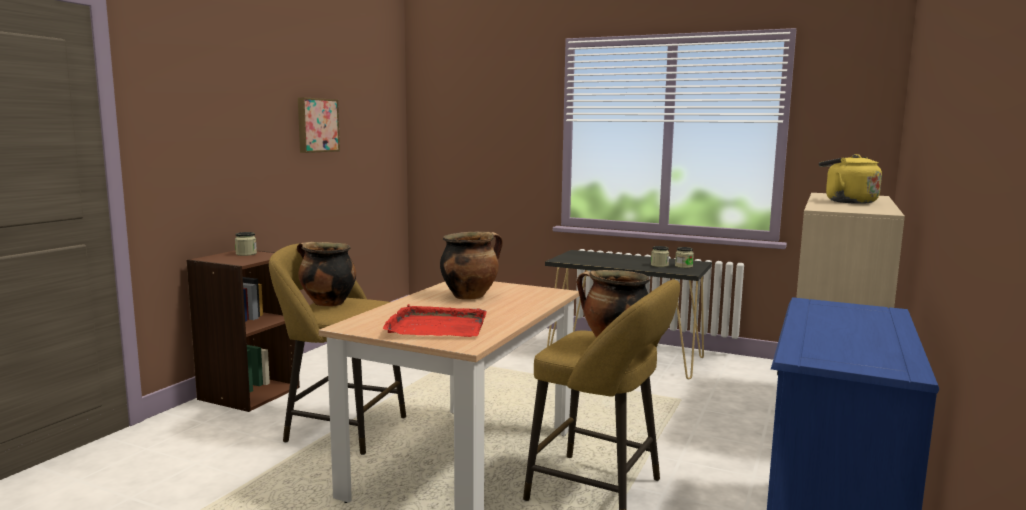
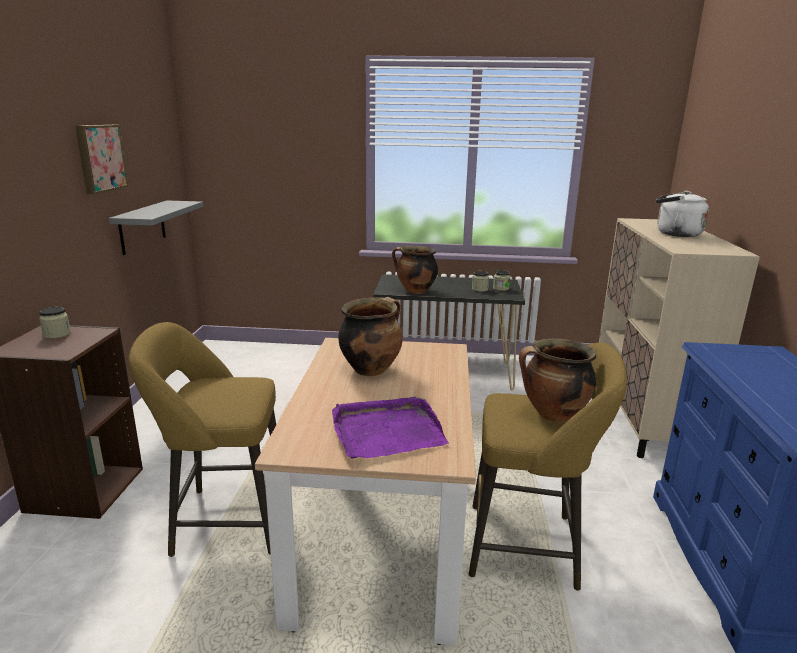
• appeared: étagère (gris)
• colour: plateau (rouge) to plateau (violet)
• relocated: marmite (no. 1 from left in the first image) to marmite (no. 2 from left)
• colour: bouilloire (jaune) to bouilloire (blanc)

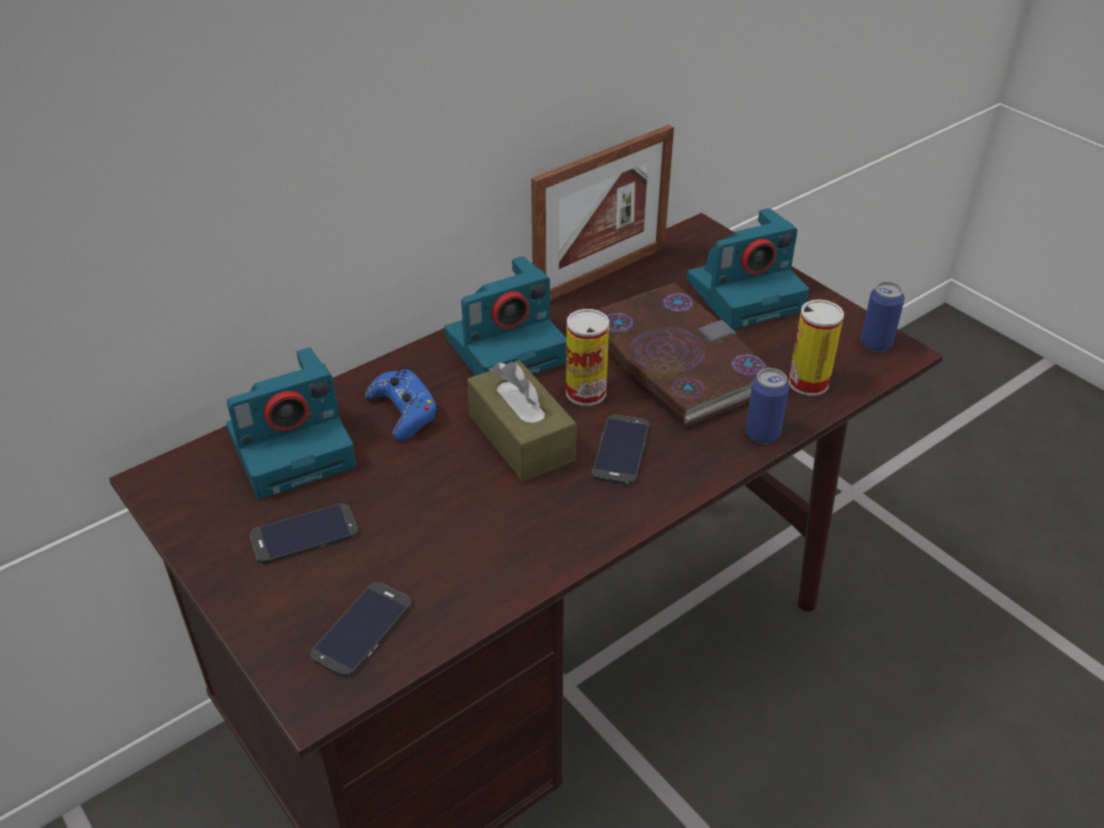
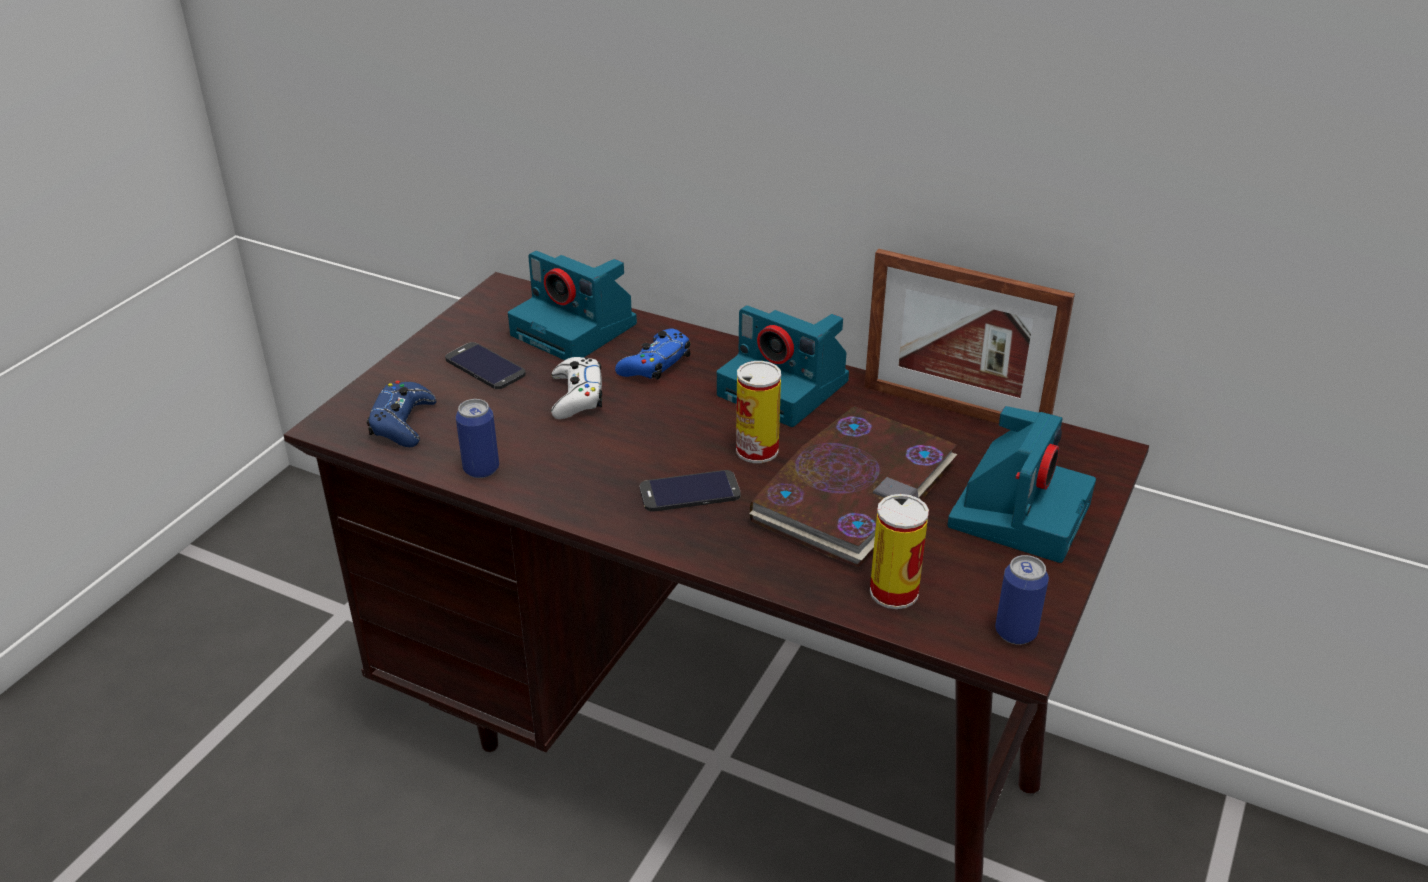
• exchanged: téléphone (no. 2 from left) to manette (bleu) (no. 1 from left)
• relocated: boîte métallique (no. 2 from left in the first image) to boîte métallique (no. 1 from left)
• appeared: manette (blanc)
• spun: appareil photo (no. 3 from left) 105 degrees counterclockwise
• missing: boîte à mouchoirs (marron)

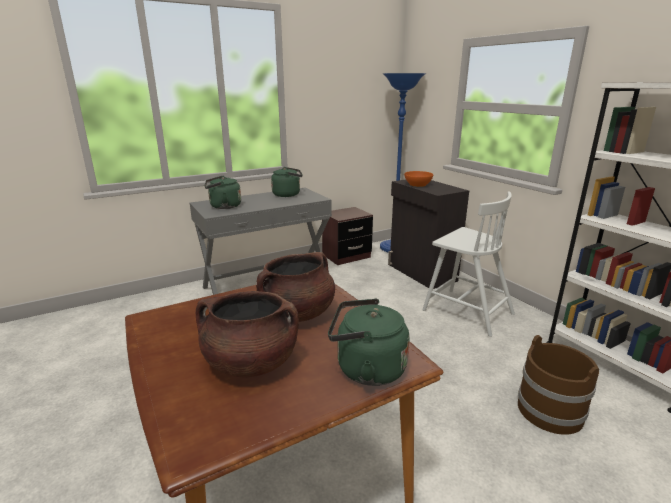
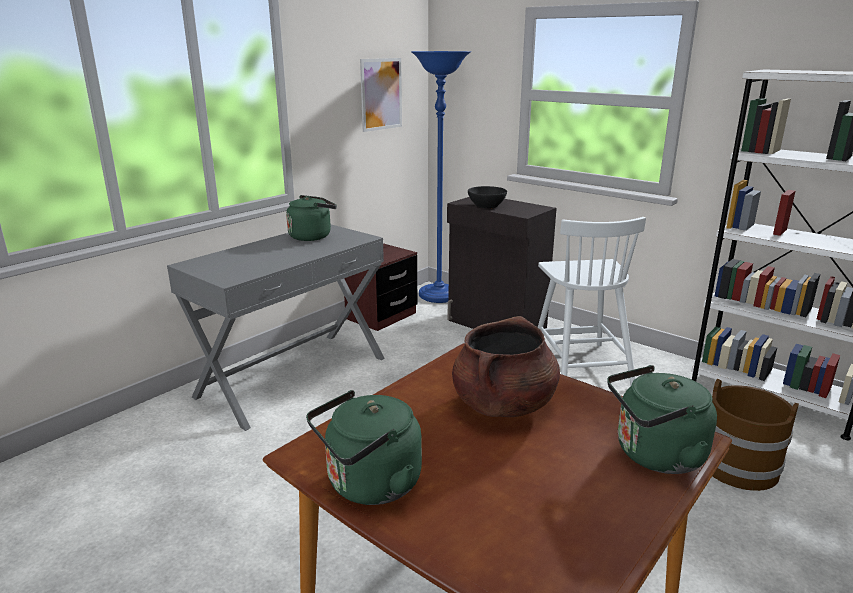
• relocated: bouilloire (vert) (no. 1 from left in the first image) to bouilloire (vert) (no. 2 from left)
• appeared: tableau
• colour: bol (orange) to bol (noir)
• spun: chaise (blanc) 60 degrees clockwise
• missing: marmite (marron) (no. 1 from left)

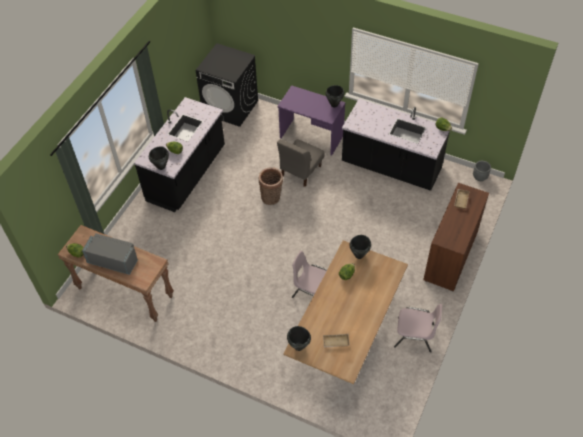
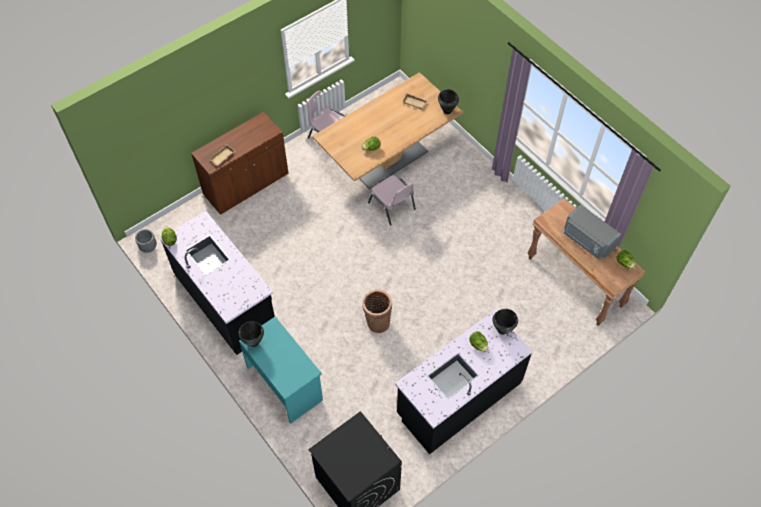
• colour: bureau (violet) to bureau (turquoise)
• missing: chaise (gris)
• missing: marmite (noir) (no. 4 from left)

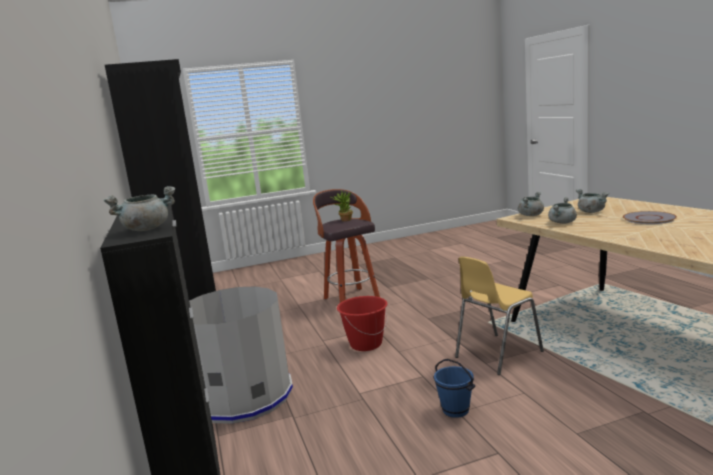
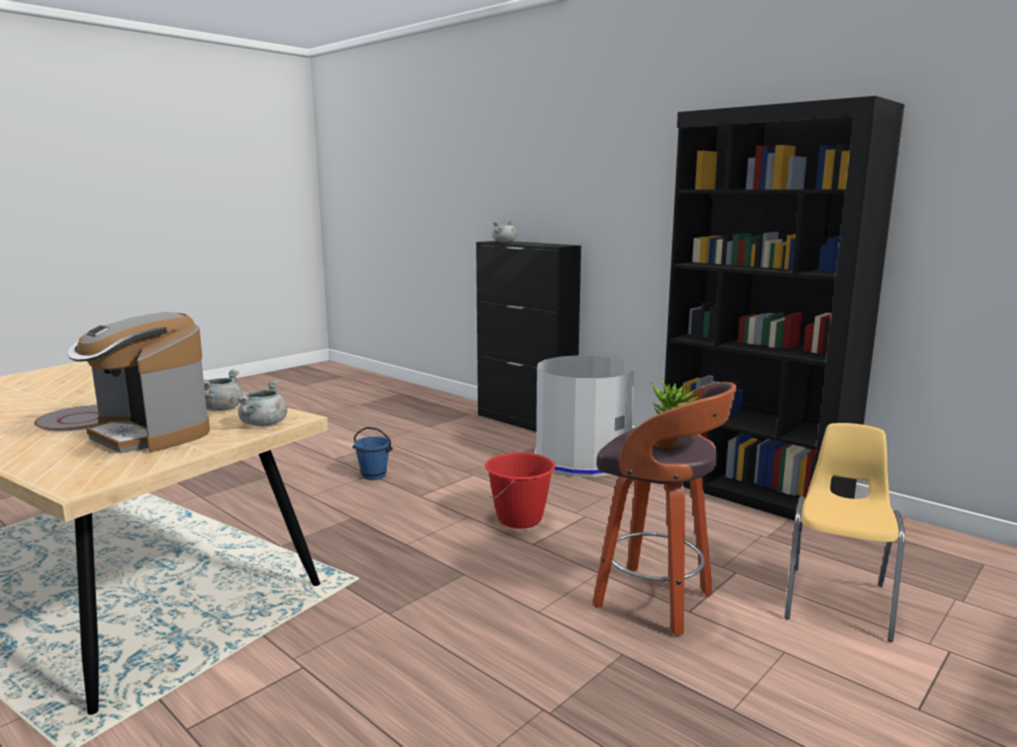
• exchanged: marmite (gris) (no. 4 from left) to machine à café
• relocated: chaise (jaune)

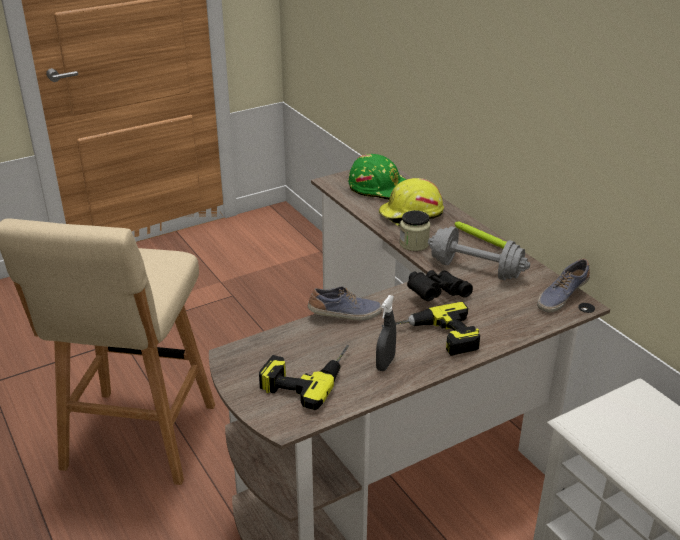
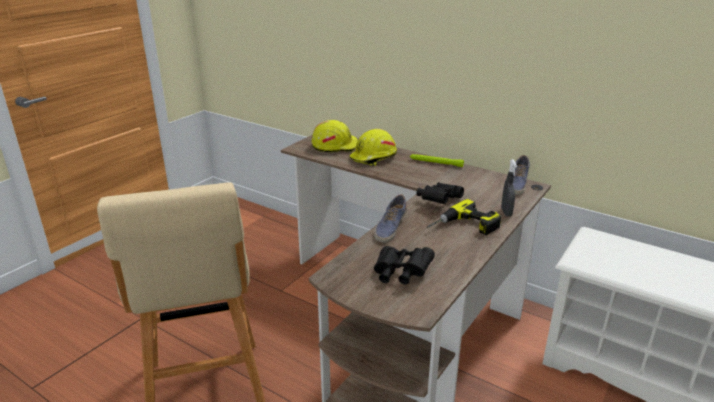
• colour: casque de chantier (vert) to casque de chantier (jaune) (no. 1 from left)
• spun: chaussure (no. 1 from left) 150 degrees clockwise
• exchanged: perceuse (no. 1 from left) to jumelles (noir) (no. 1 from left)
• relocated: vaporisateur (gris)
• missing: bocal
• missing: haltère (gris)

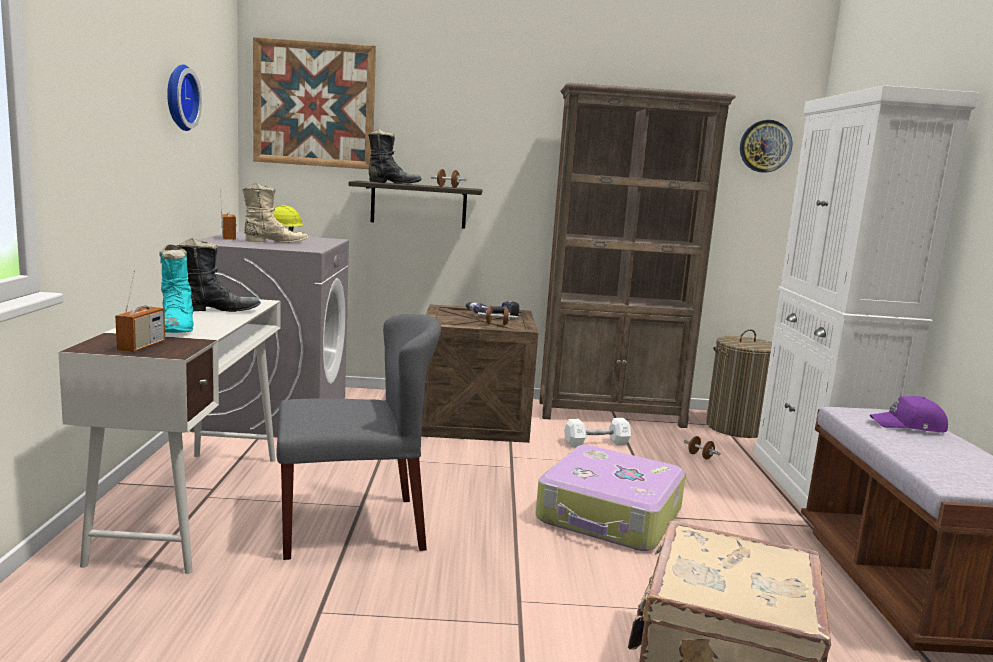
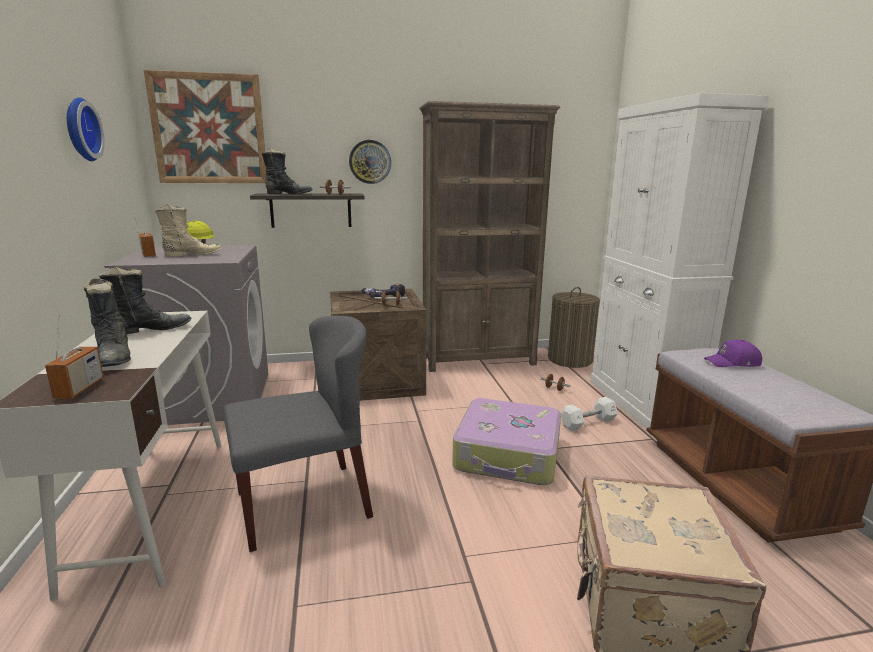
• colour: botte (turquoise) to botte (noir) (no. 1 from left)
• relocated: horloge murale (no. 2 from left)
• relocated: haltère (blanc)

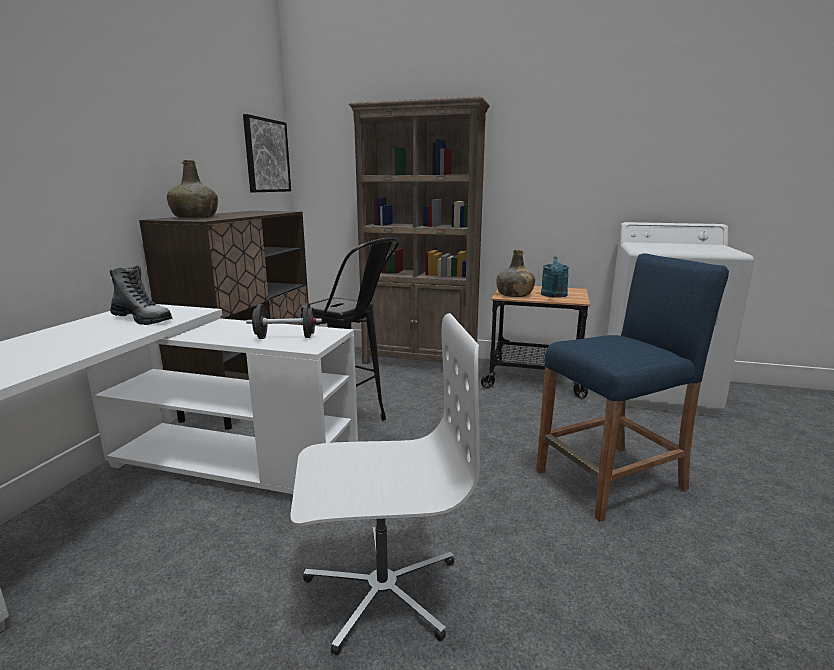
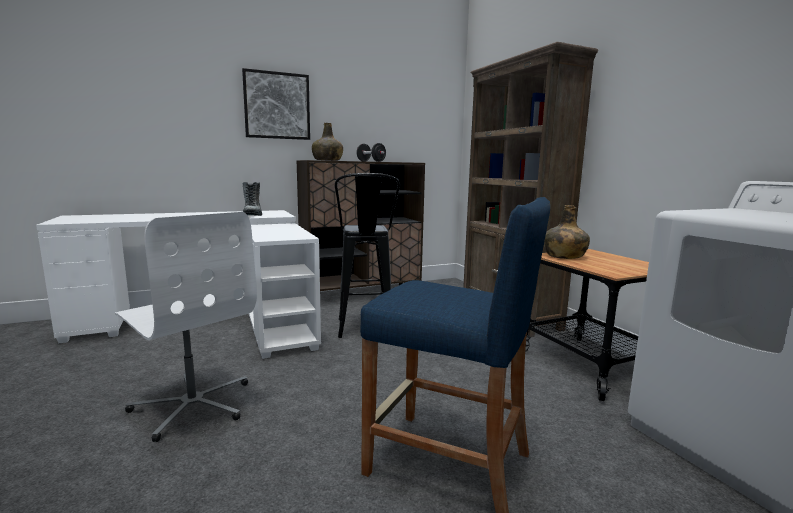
• relocated: tableau
• relocated: haltère (noir)
• missing: arrosoir (turquoise)

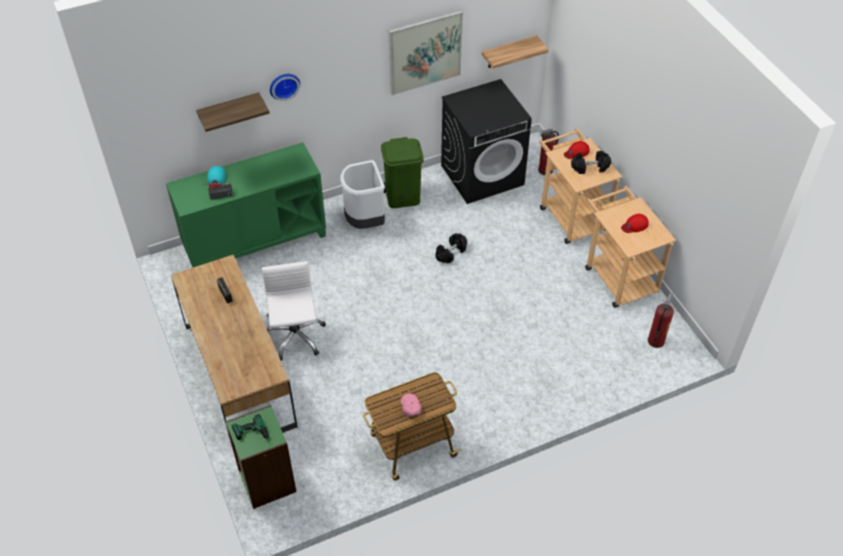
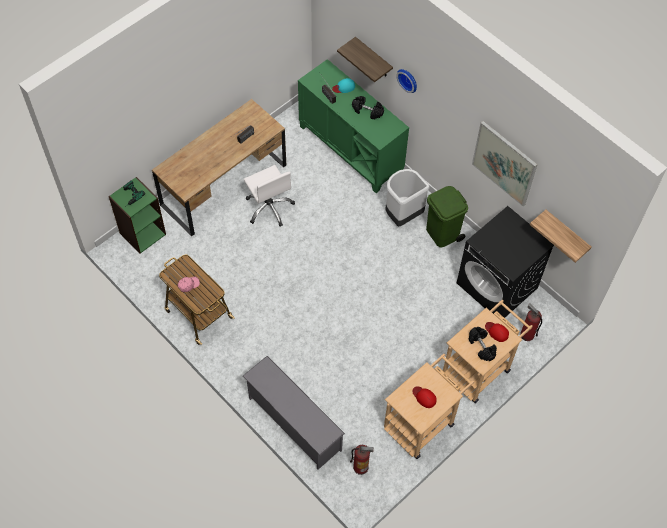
• appeared: étagère à chaussures (gris)
• spun: chaise de bureau (blanc) 90 degrees clockwise
• relocated: haltère (noir) (no. 1 from left)

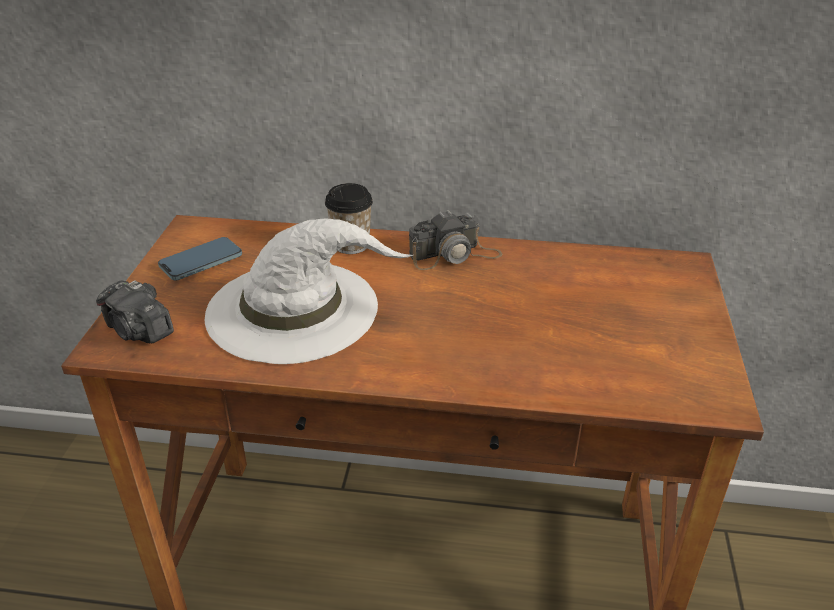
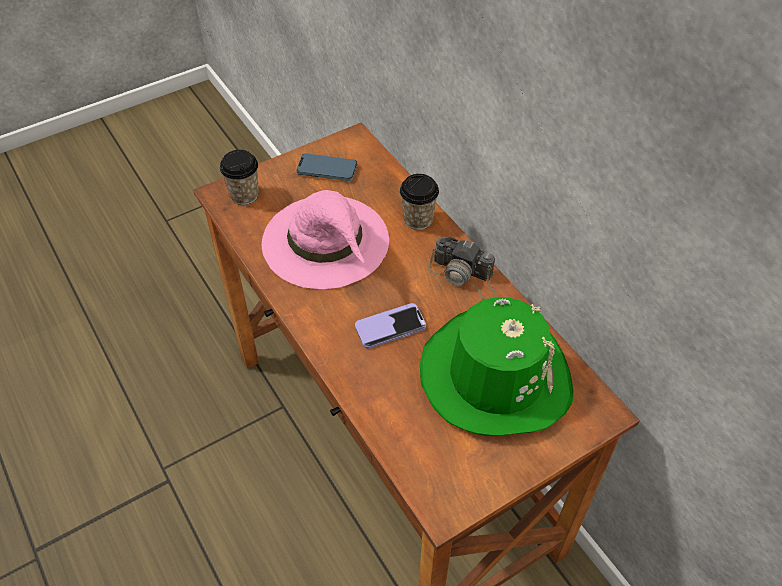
• exchanged: appareil photo (no. 1 from left) to tasse (no. 1 from left)
• colour: chapeau (blanc) to chapeau (rose)
• appeared: téléphone (no. 2 from left)
• appeared: chapeau (vert)

